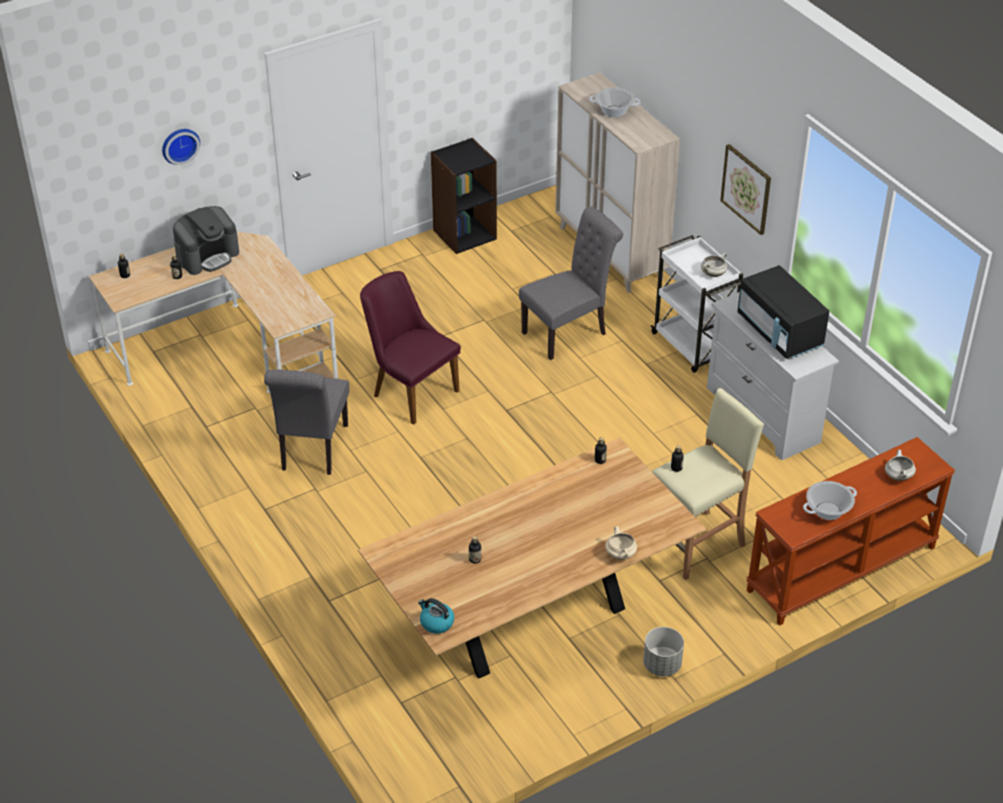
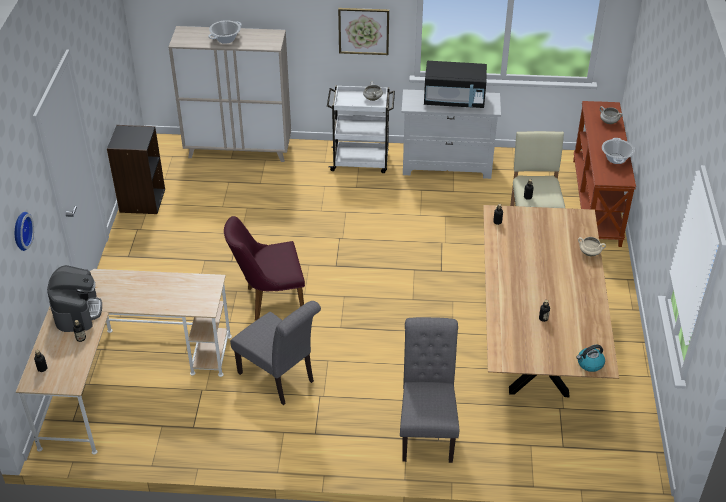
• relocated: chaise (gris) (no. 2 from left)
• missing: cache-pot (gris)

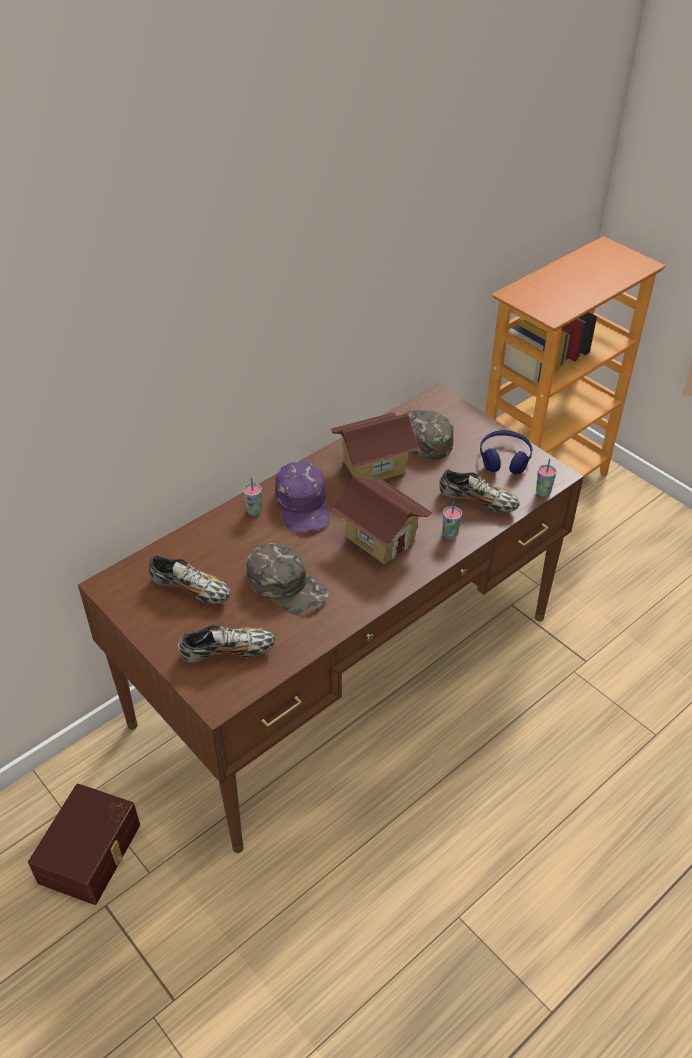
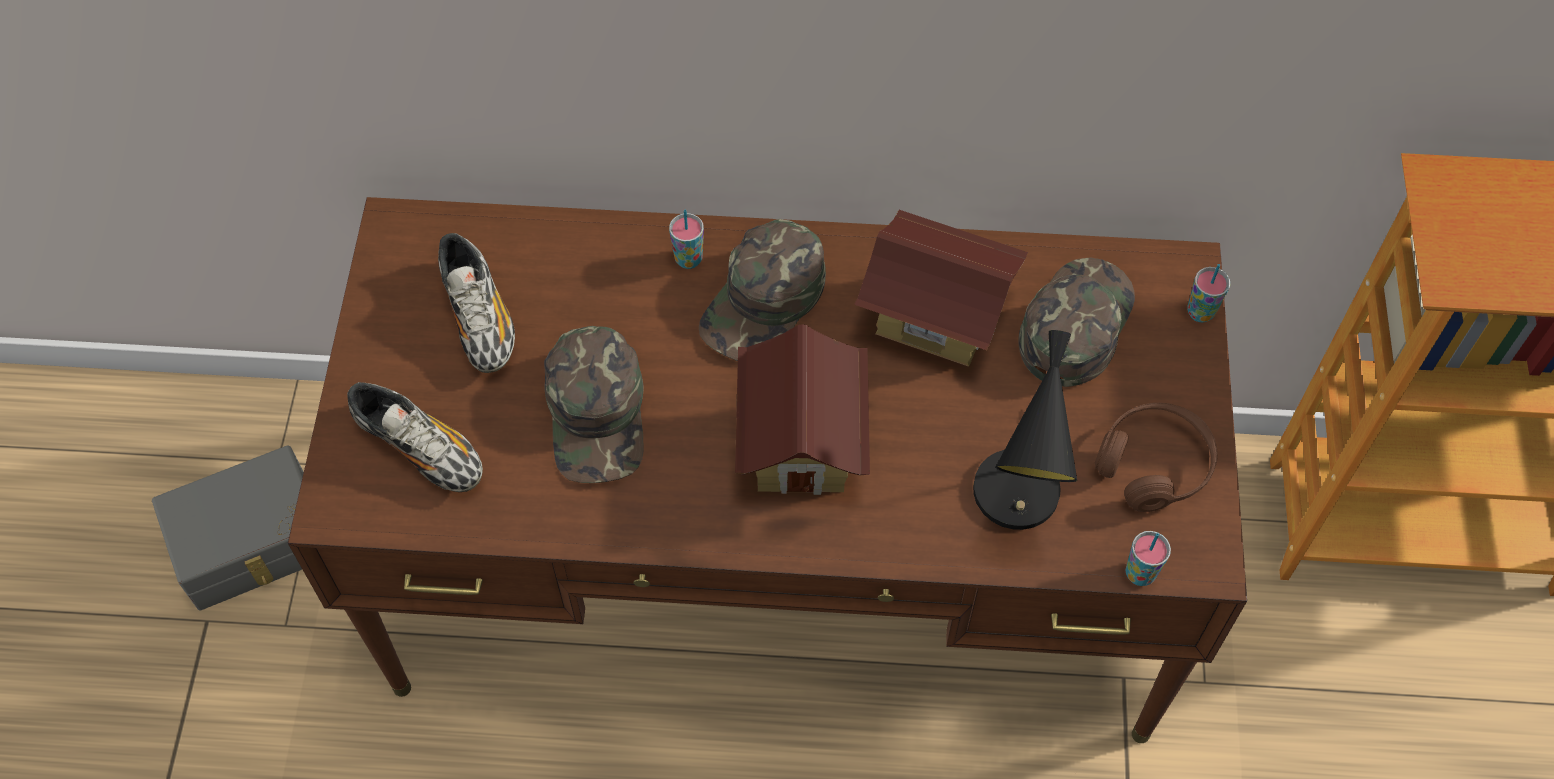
• colour: boîte de rangement (marron) to boîte de rangement (gris)
• colour: casquette (violet) to casquette (vert) (no. 2 from left)
• exchanged: chaussure (no. 3 from left) to lampe de table (noir)
• colour: casque audio (bleu) to casque audio (marron)
• relocated: tasse (no. 2 from left in the first image) to tasse (no. 3 from left)

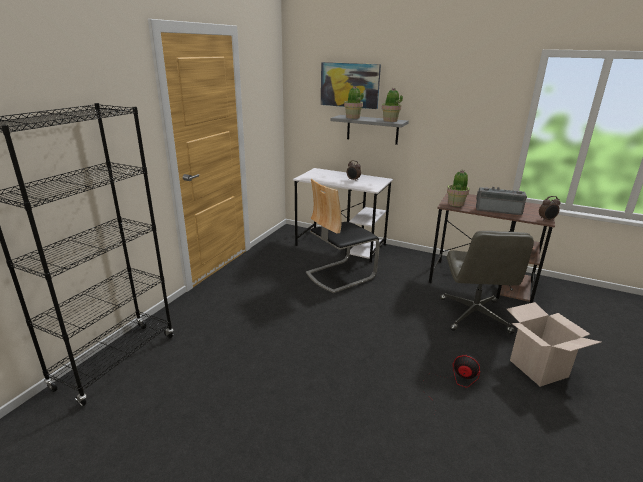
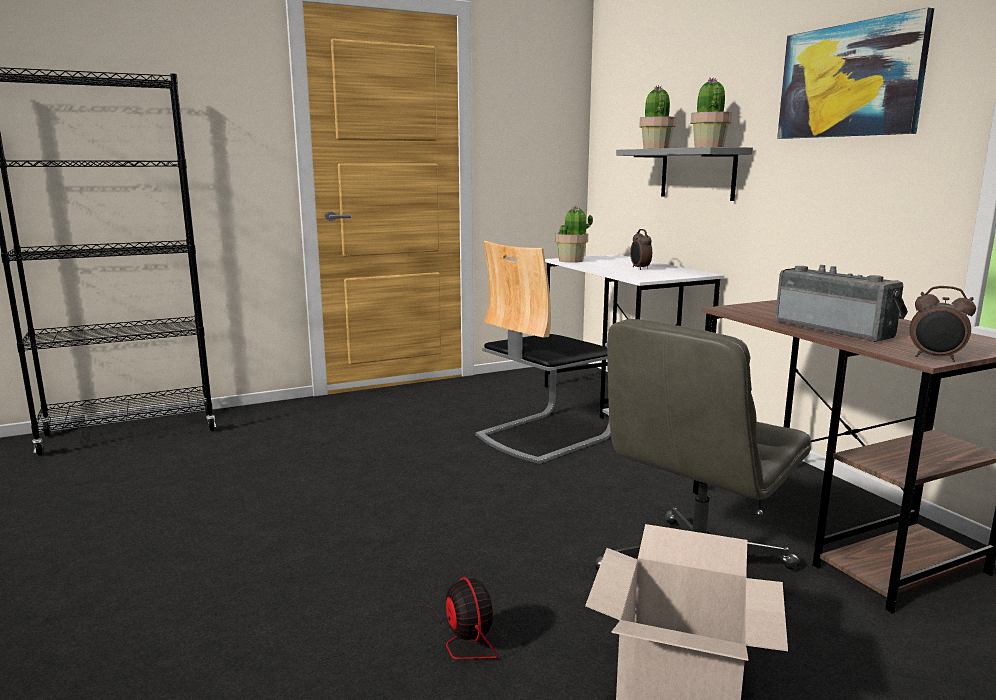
• spun: chaise 45 degrees counterclockwise
• relocated: plante en pot (no. 3 from left in the first image) to plante en pot (no. 1 from left)
• relocated: tableau

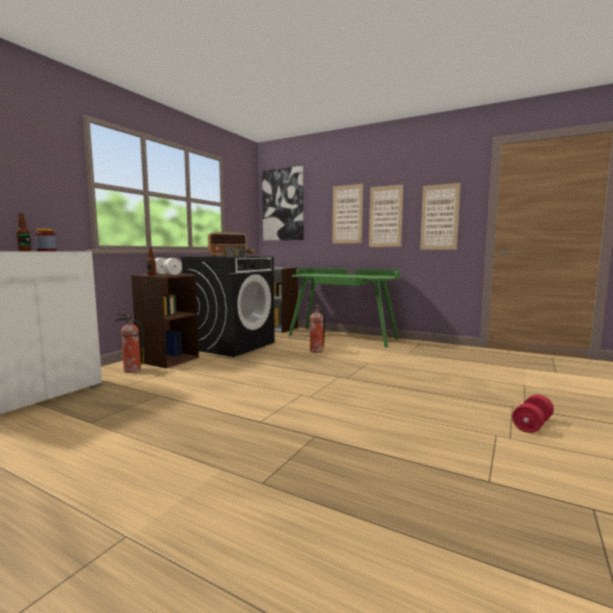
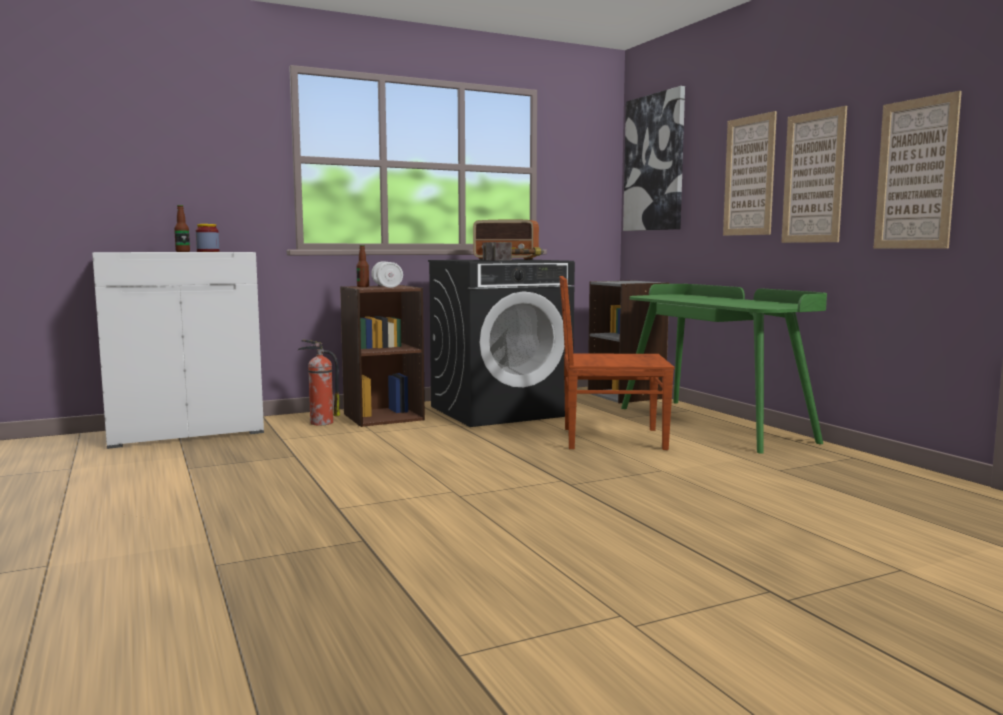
• exchanged: extincteur (no. 2 from left) to chaise (marron)
• missing: haltère (rouge)

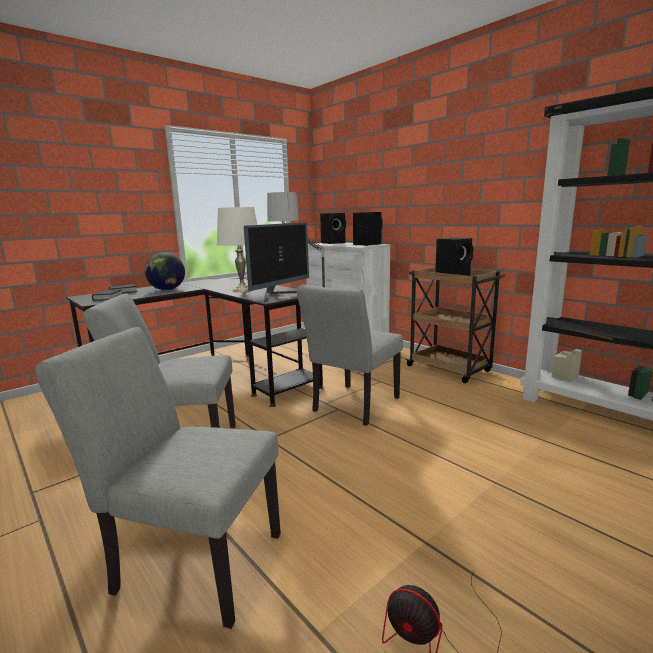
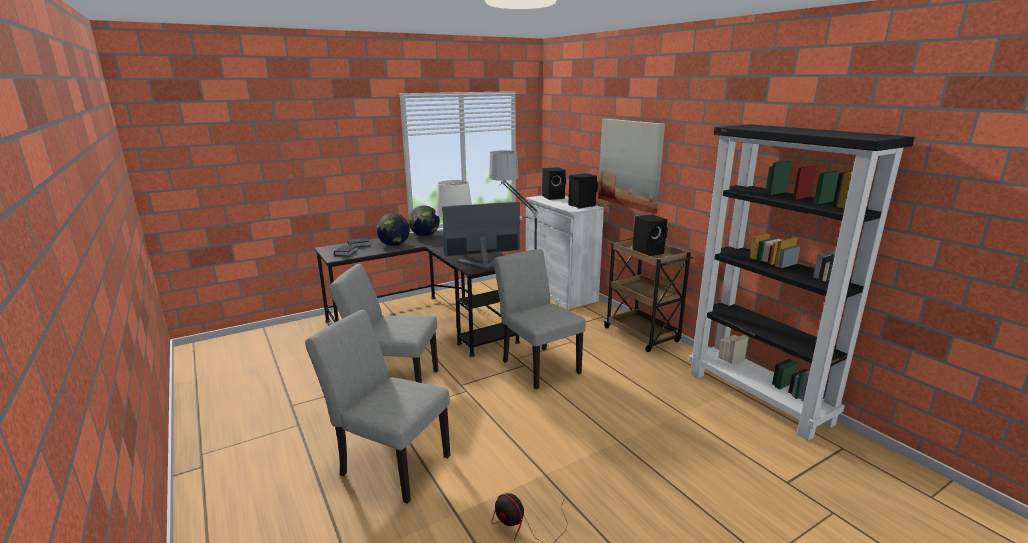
• appeared: globe (no. 2 from left)
• spun: écran d'ordinateur 150 degrees counterclockwise
• spun: chaise (gris) (no. 3 from left) 105 degrees clockwise
• appeared: tableau

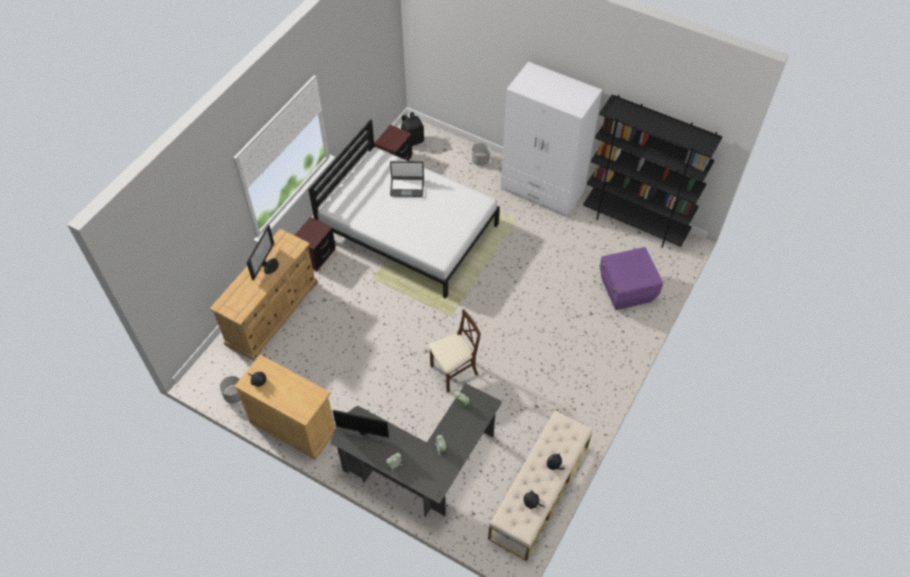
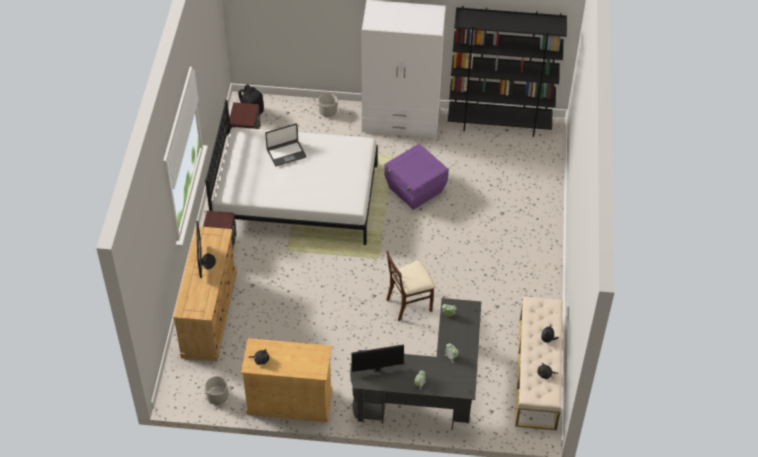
• relocated: boîte de rangement (violet)
• spun: chaise (beige) 150 degrees counterclockwise

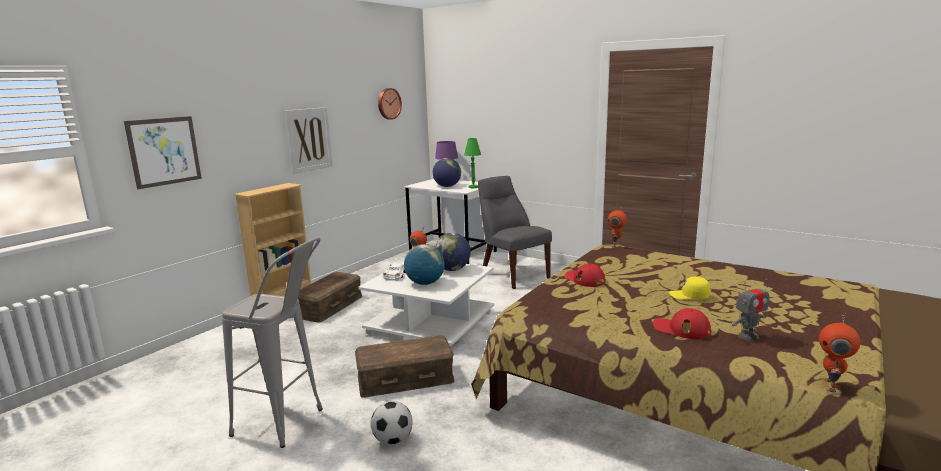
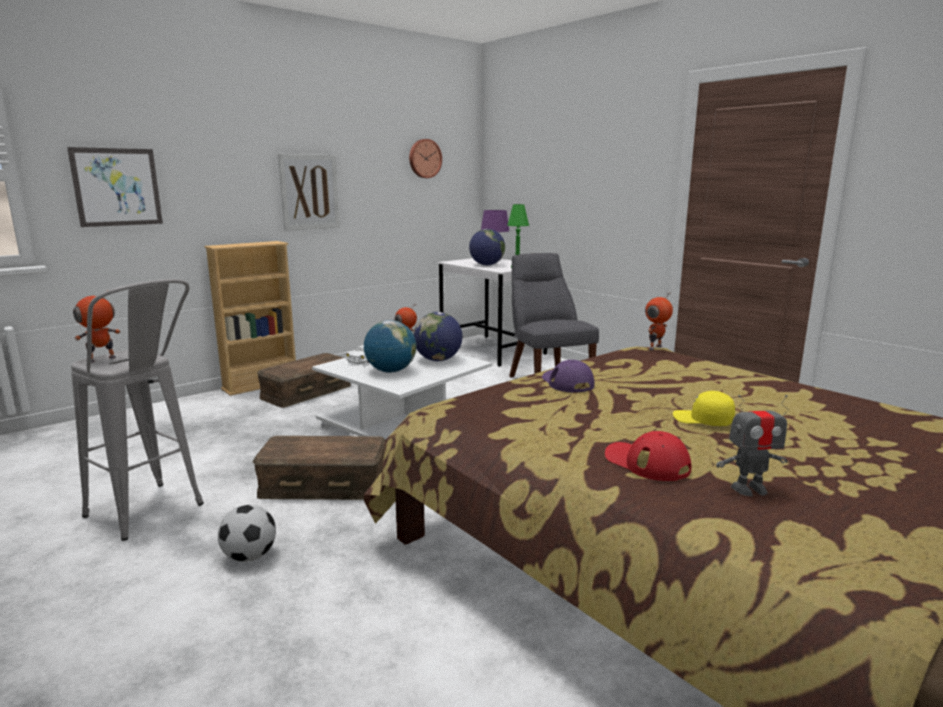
• relocated: robot jouet (no. 4 from left in the first image) to robot jouet (no. 1 from left)
• colour: casquette (rouge) (no. 1 from left) to casquette (violet)

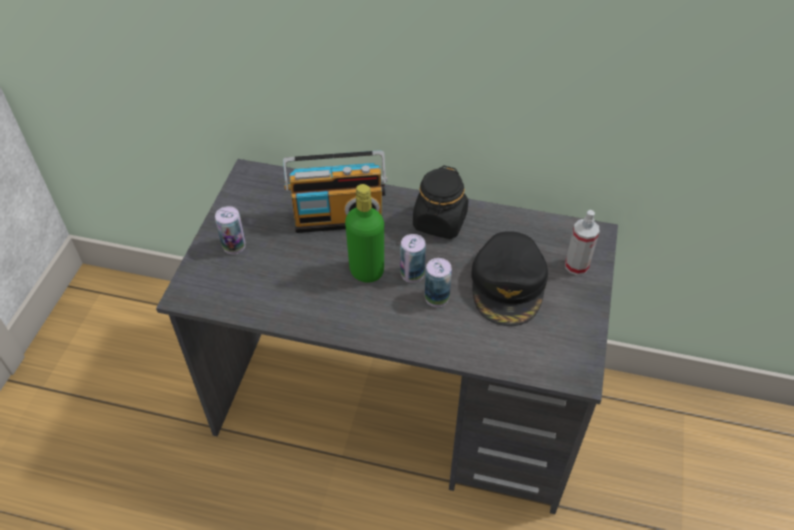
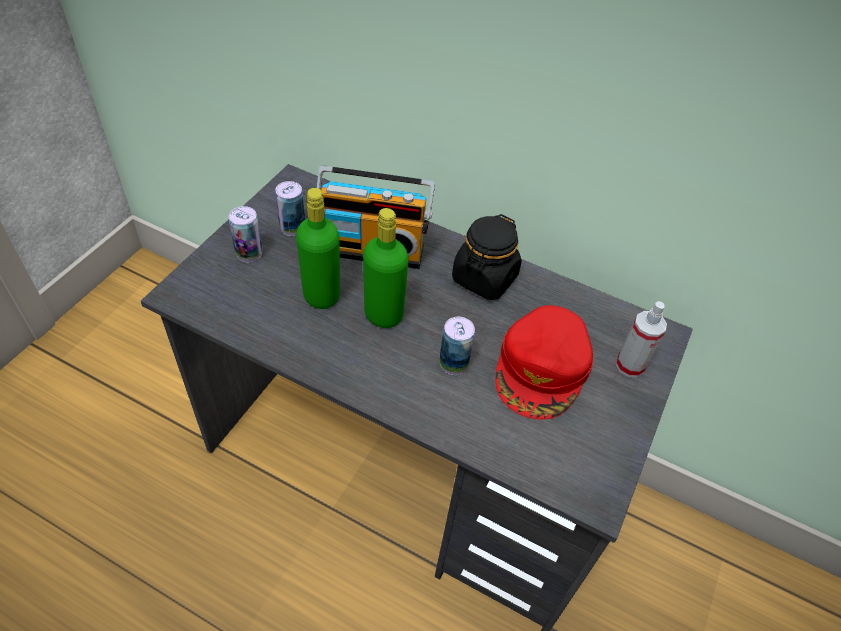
• relocated: boîte métallique (no. 2 from left)
• appeared: bouteille (vert) (no. 1 from left)
• colour: casquette (noir) to casquette (rouge)

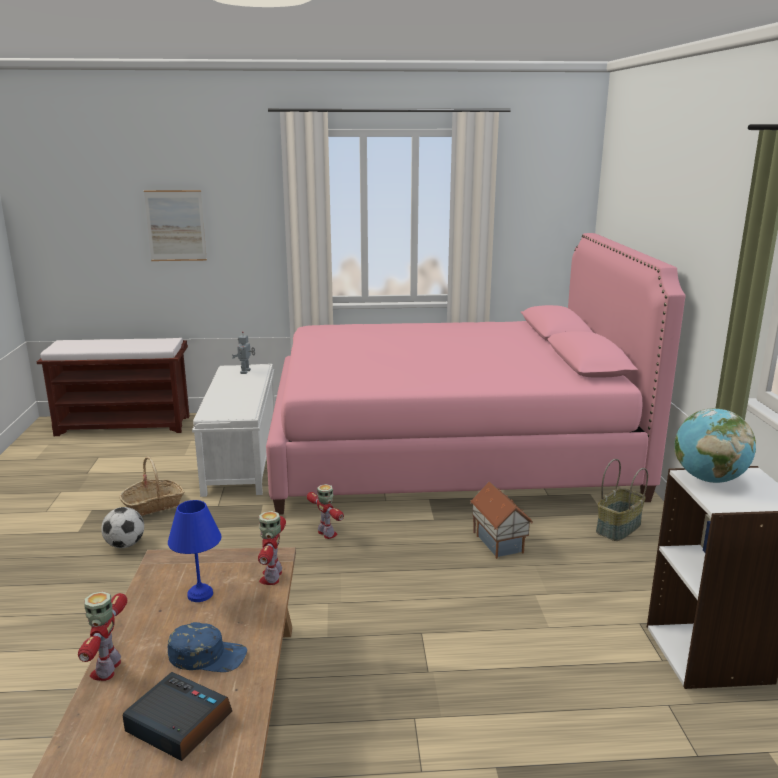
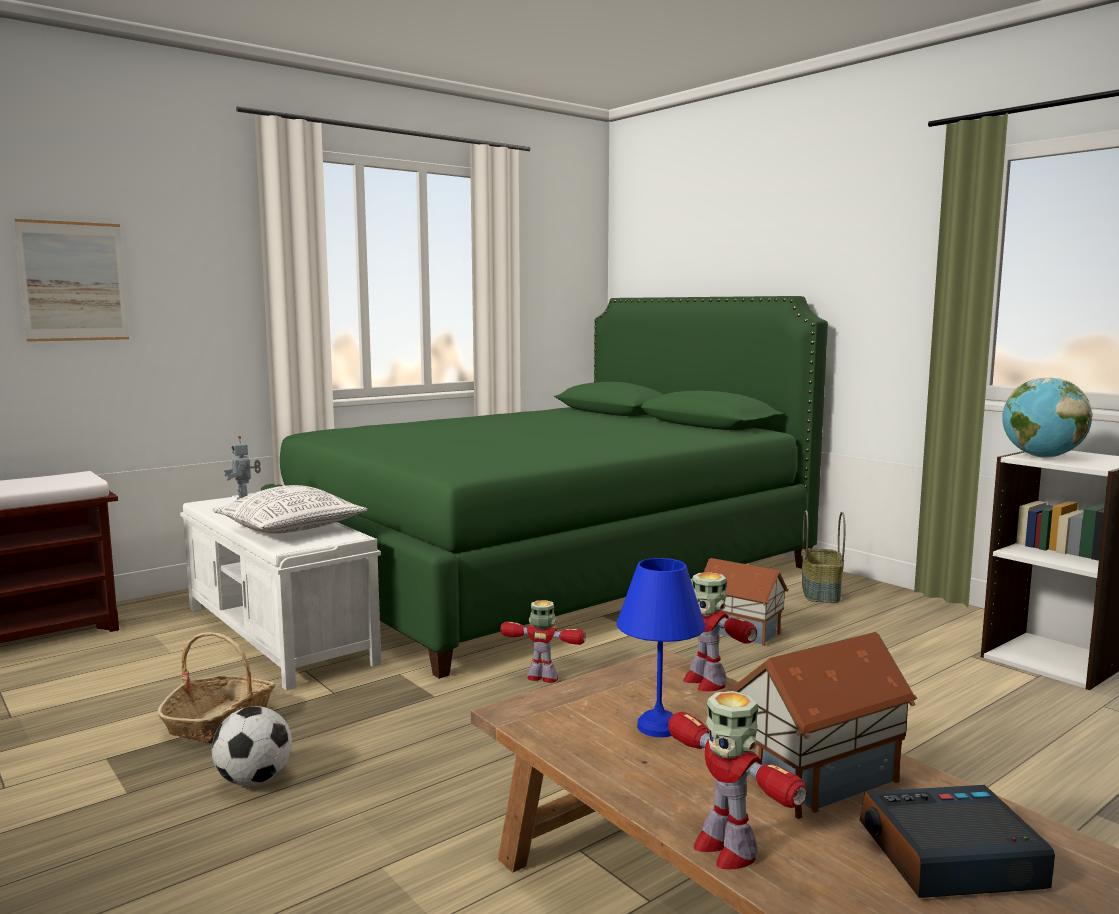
• appeared: coussin
• colour: lit (rose) to lit (vert)
• exchanged: casquette (bleu) to maison miniature (no. 2 from left)

